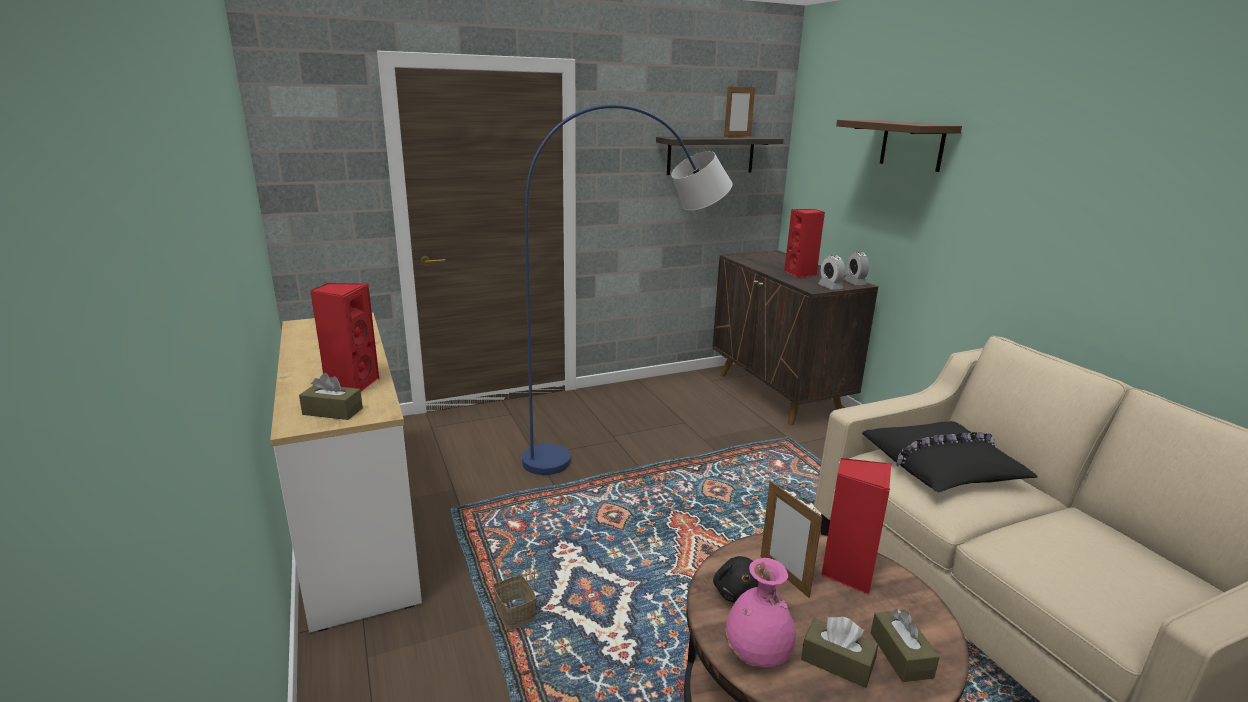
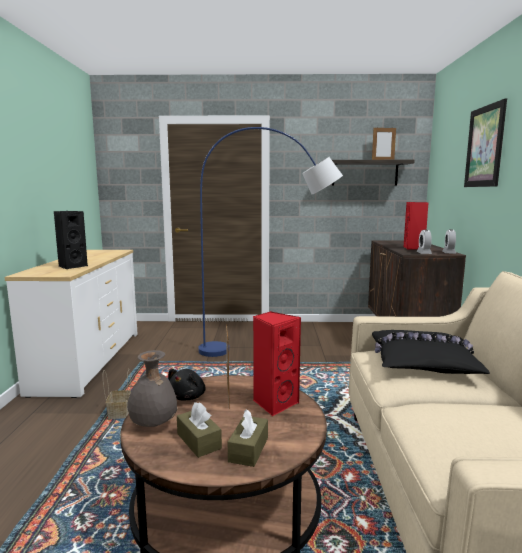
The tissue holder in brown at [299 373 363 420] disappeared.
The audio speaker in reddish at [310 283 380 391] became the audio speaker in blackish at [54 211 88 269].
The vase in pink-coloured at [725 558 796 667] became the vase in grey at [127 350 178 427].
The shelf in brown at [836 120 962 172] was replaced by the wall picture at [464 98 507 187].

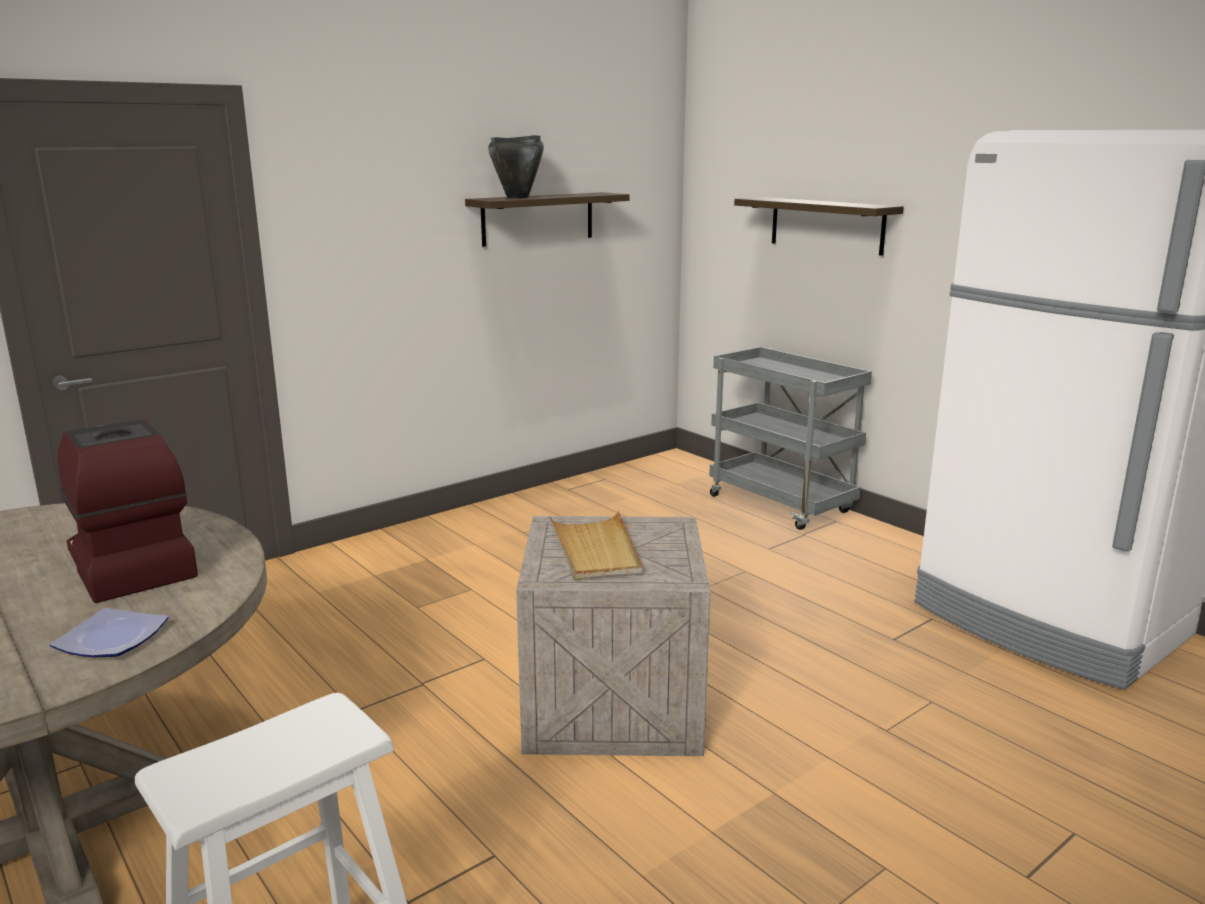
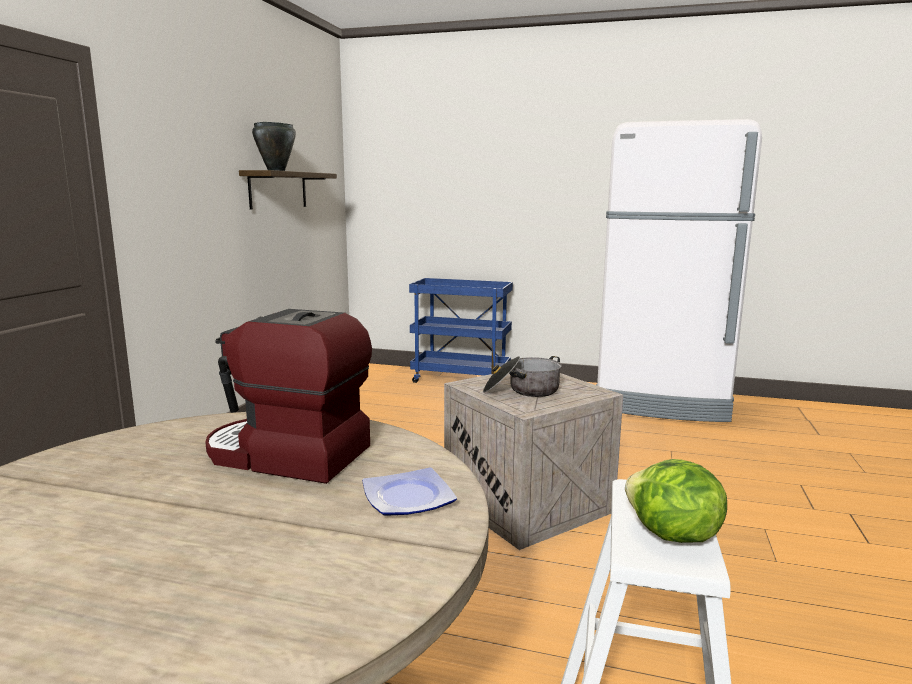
The tray in beige at [549 511 642 580] was replaced by the cooking pot at [483 356 562 397].
The wheeled cart in grey at [709 347 872 530] became the wheeled cart in blue-coloured at [409 278 513 383].
The shelf at [734 197 904 256] disappeared.
The lettuce head at [625 459 727 543] appeared.

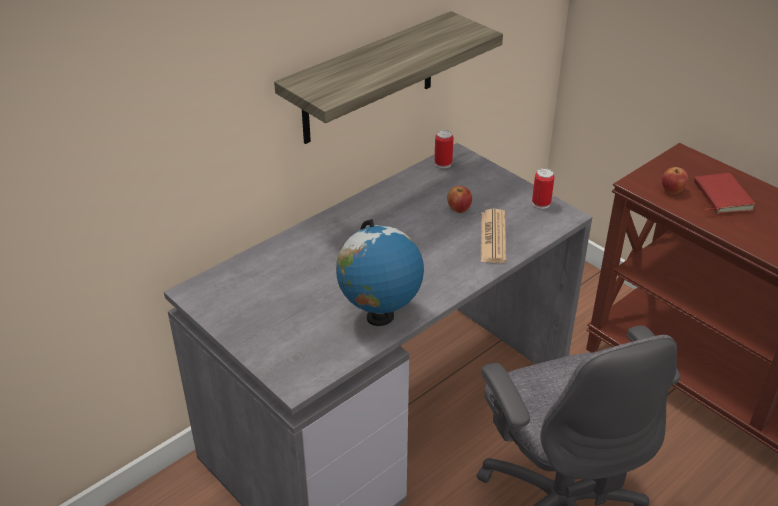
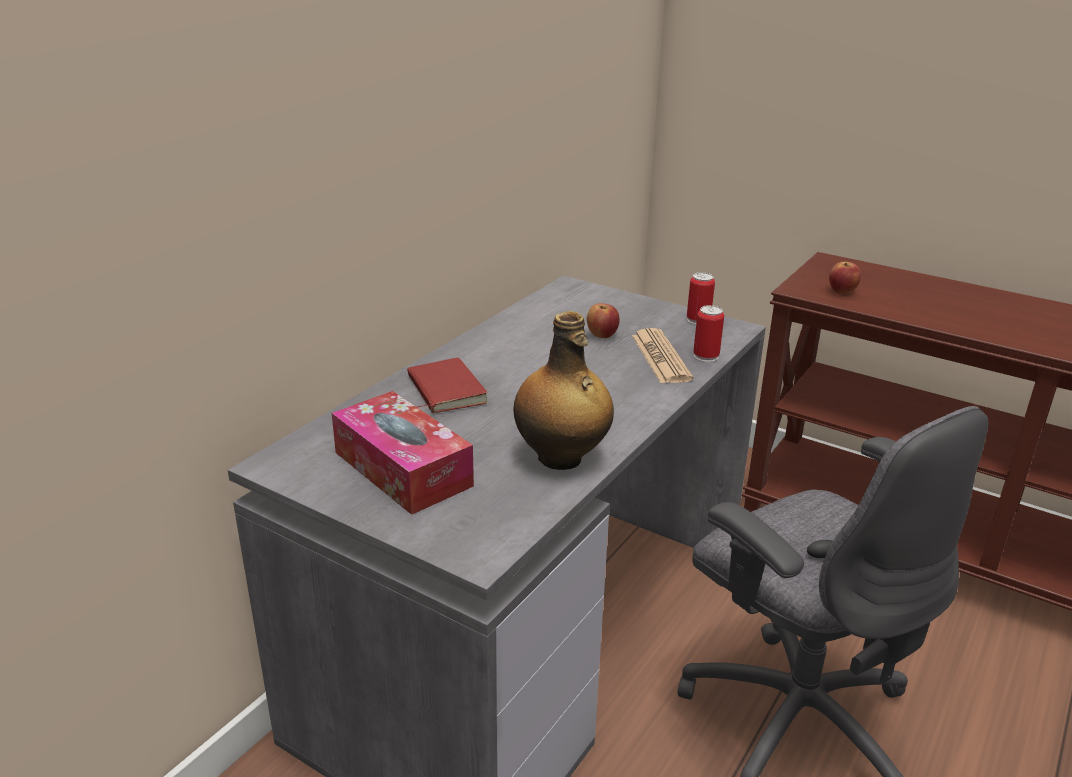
The shelf at [274 11 503 144] disappeared.
The world globe at [336 219 424 326] was replaced by the drink bottle at [514 311 614 470].
The metal can moved from [434 130 453 168] to [693 305 724 362].
The volume in reddish moved from [694 173 755 214] to [407 358 488 413].
The tissue holder at [332 391 474 515] appeared.

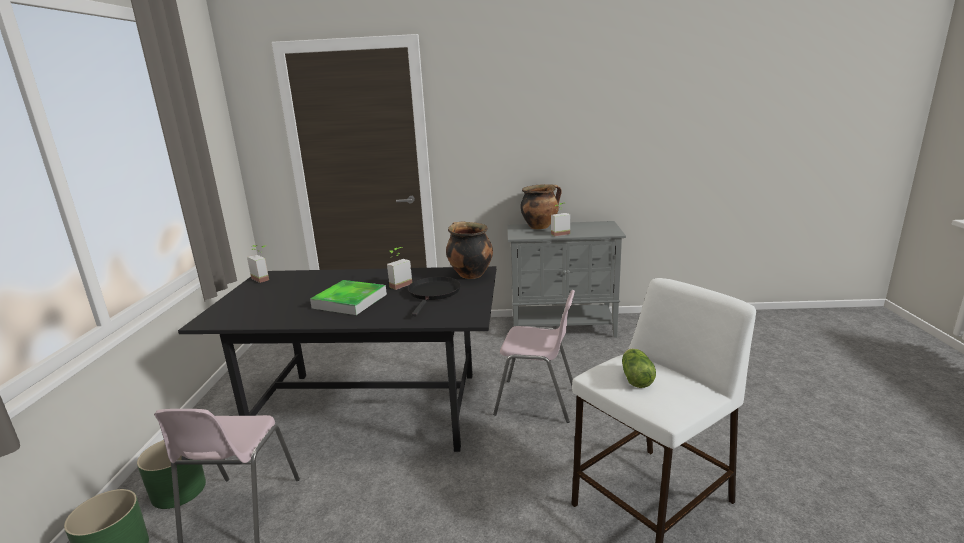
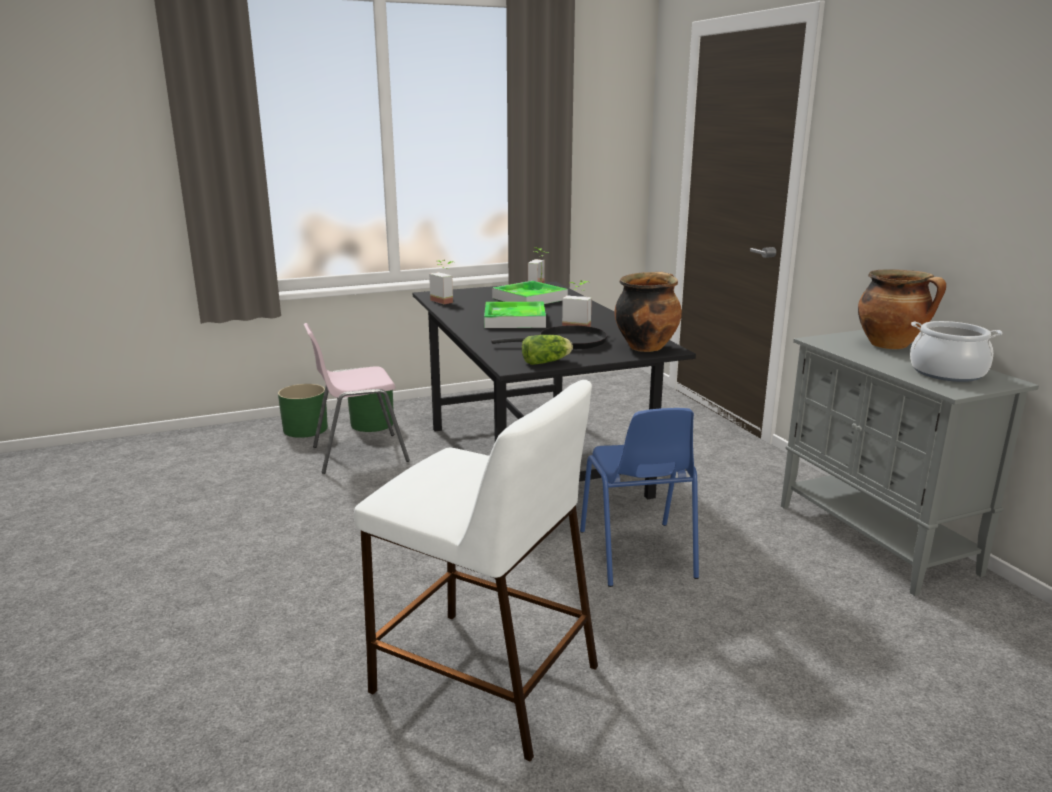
The chair in pink-coloured at [493 290 575 423] became the chair in blue-coloured at [580 408 699 587].
The plant in a pot moved from [551 203 570 236] to [429 260 454 304].
The lettuce head moved from [622 349 656 388] to [522 335 573 365].
The tray at [492 281 568 304] appeared.
The cooking pot at [910 321 1003 382] appeared.

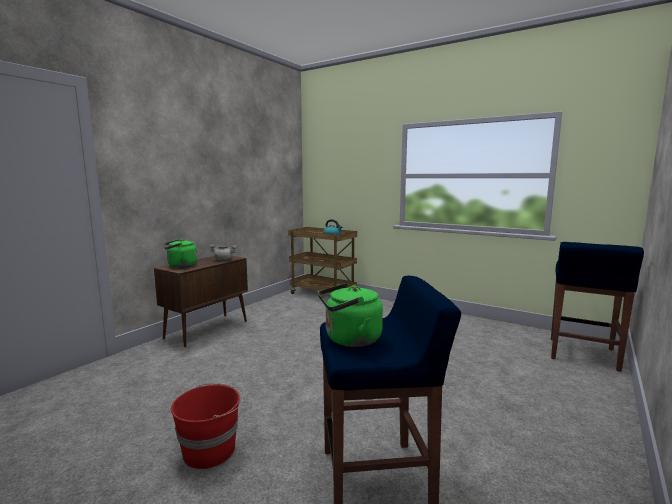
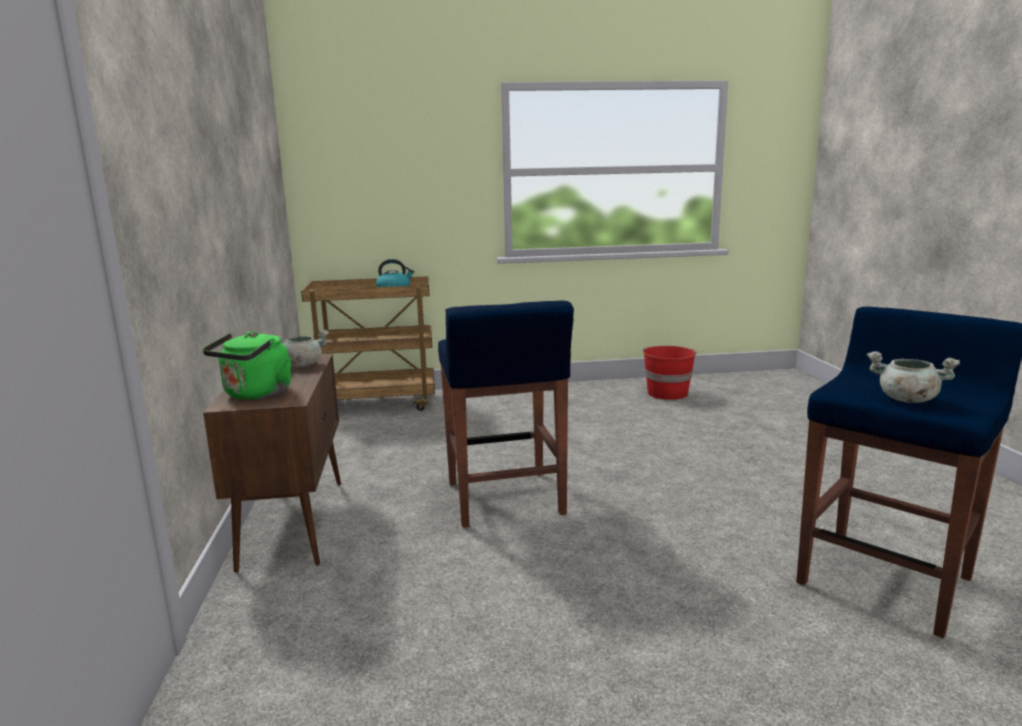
The water bucket in reddish moved from [171 383 243 469] to [643 346 697 400].
The kettle in green at [318 283 383 347] was replaced by the cooking pot in grey at [867 351 960 403].
The stool seat in blue-coloured moved from [551 242 644 372] to [438 301 574 528].

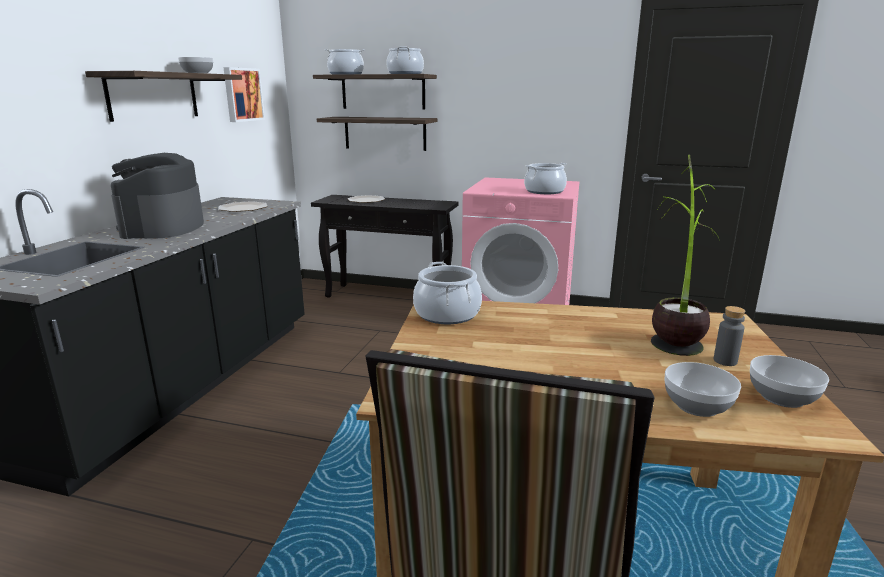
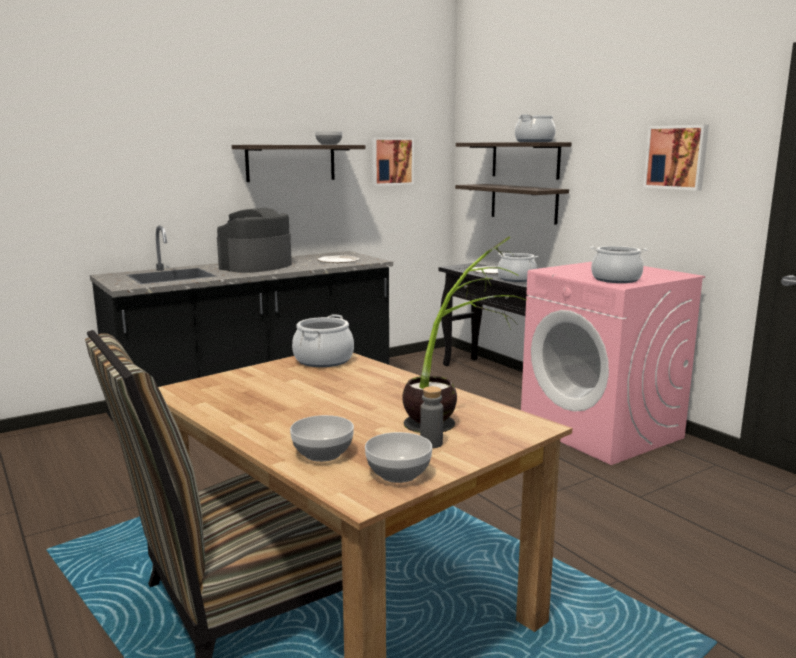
The cooking pot moved from [324 49 365 75] to [498 252 538 282].
The wall picture at [643 125 709 191] appeared.

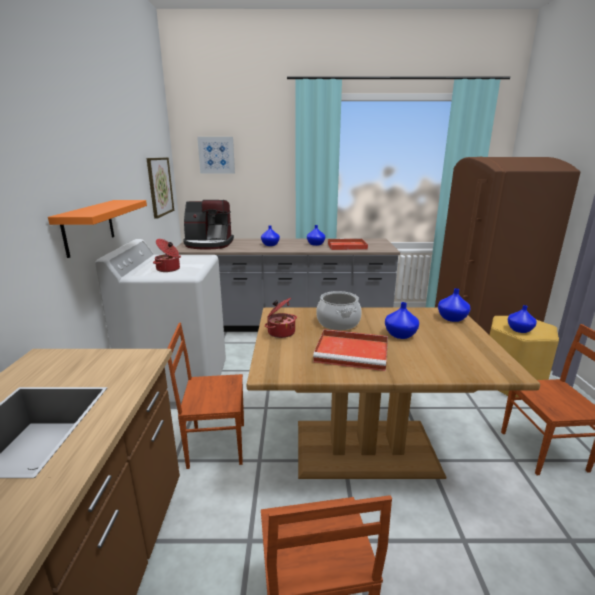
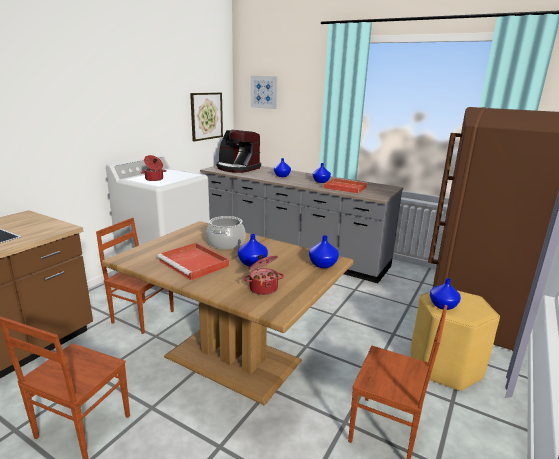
The shelf in orange at [48 200 147 258] disappeared.
The cooking pot moved from [265 298 297 338] to [243 255 284 295].

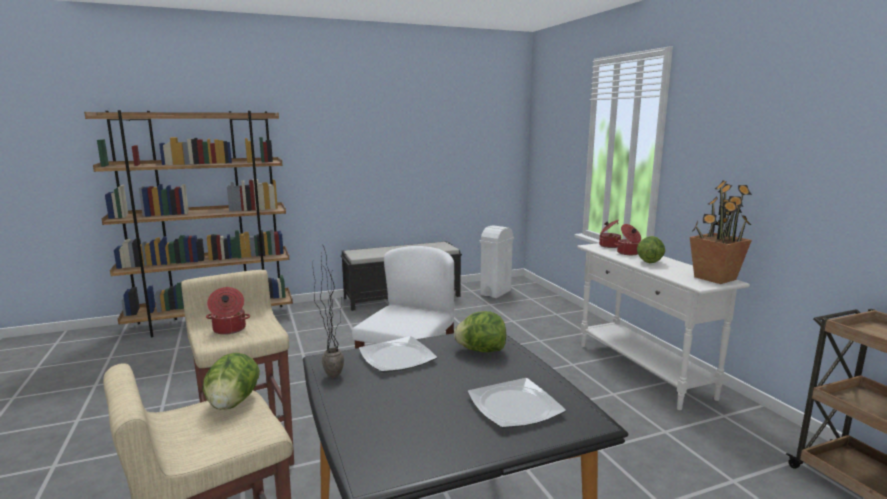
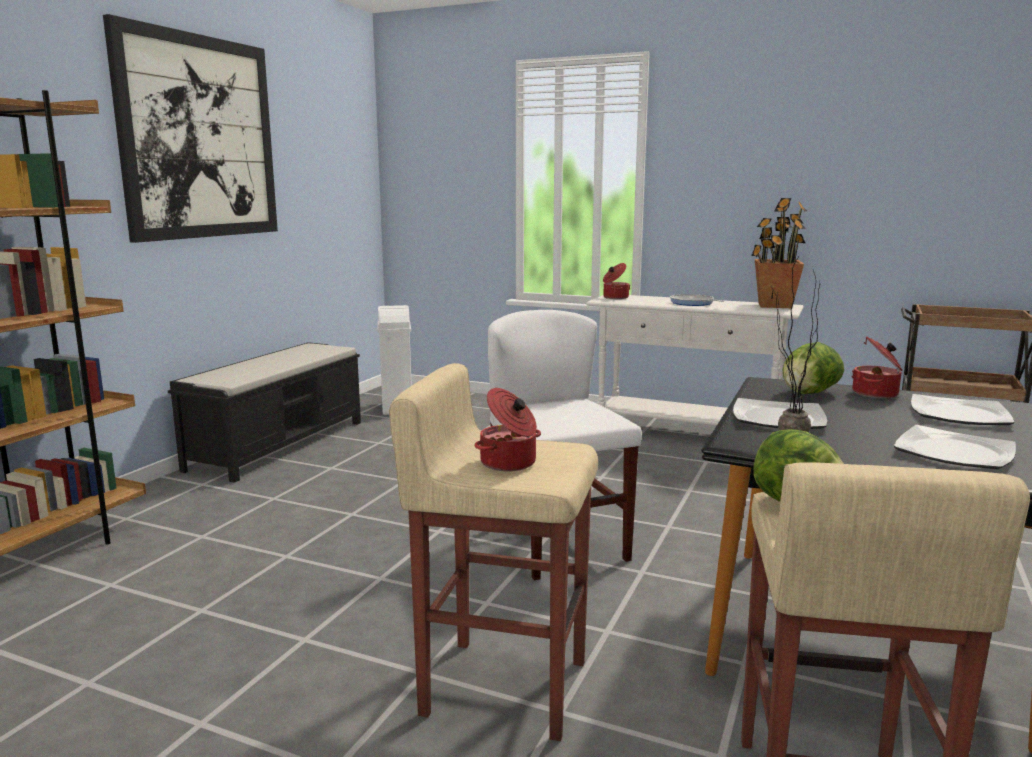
The cooking pot moved from [614 224 641 255] to [851 336 902 399].
The lettuce head at [637 236 665 263] was replaced by the skillet at [670 294 724 306].
The wall picture at [103 14 278 243] appeared.
The plate at [894 425 1016 469] appeared.

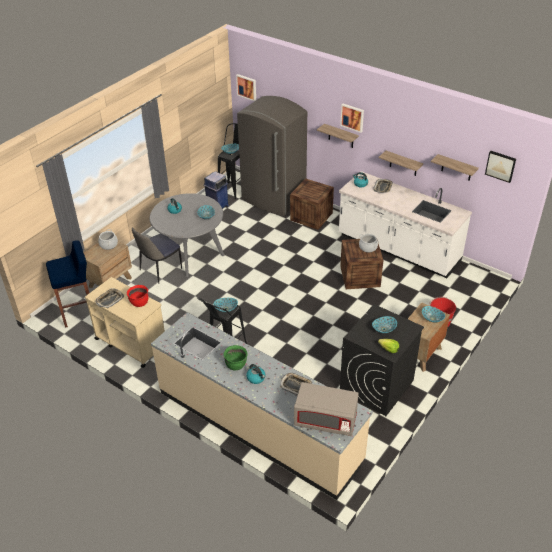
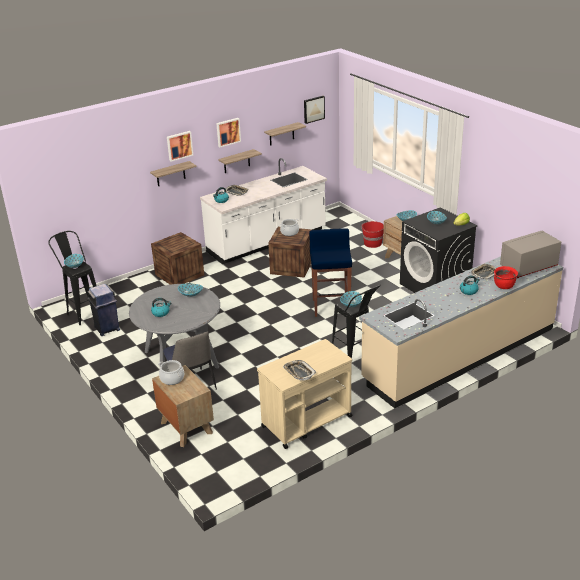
The stool seat in blue-coloured moved from [46 240 89 328] to [309 229 352 317].
The cooking pot in reddish moved from [127 285 148 307] to [494 266 518 289].
The cooking pot in green at [224 345 248 370] disappeared.
The wall picture moved from [236 74 256 101] to [216 118 241 147].
The fridge in grey at [237 96 307 216] disappeared.
The microwave in grey at [294 382 359 436] turned 150 degrees counterclockwise.

